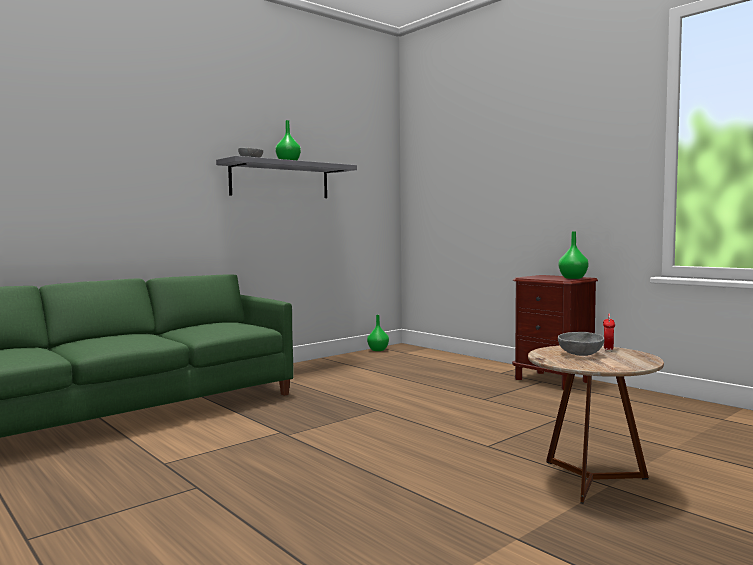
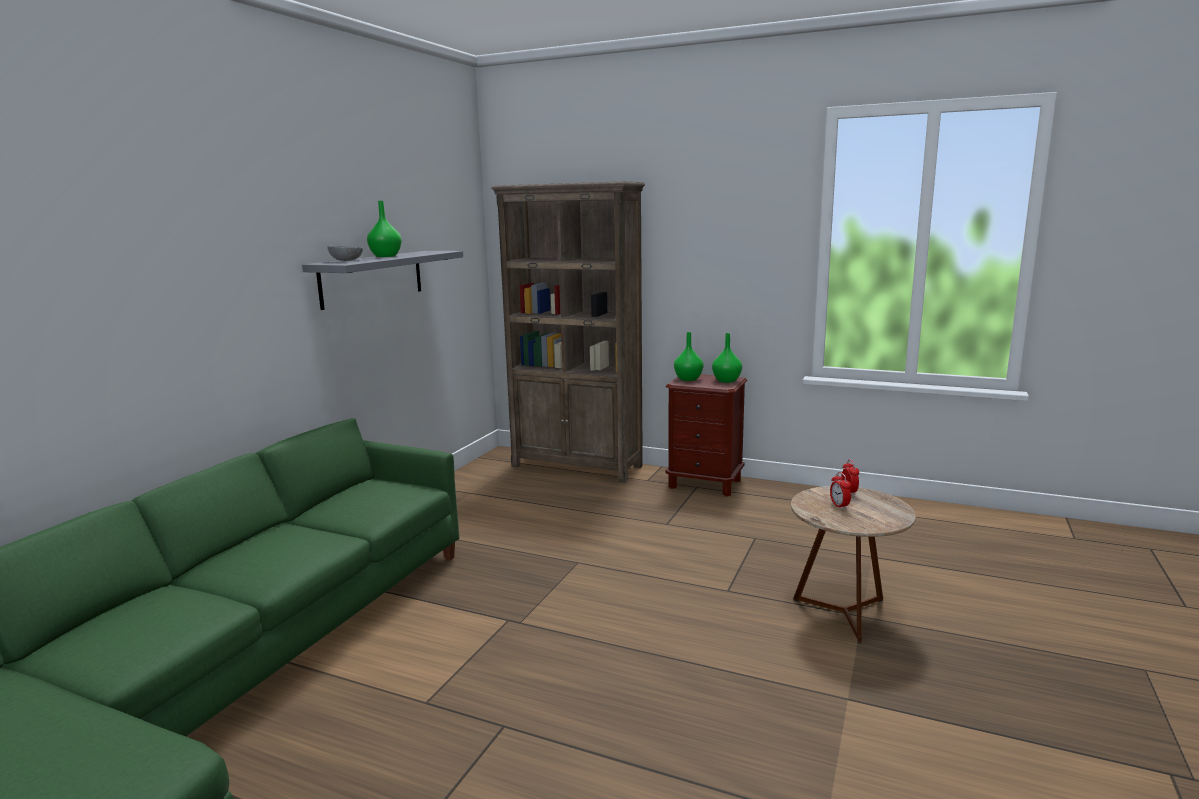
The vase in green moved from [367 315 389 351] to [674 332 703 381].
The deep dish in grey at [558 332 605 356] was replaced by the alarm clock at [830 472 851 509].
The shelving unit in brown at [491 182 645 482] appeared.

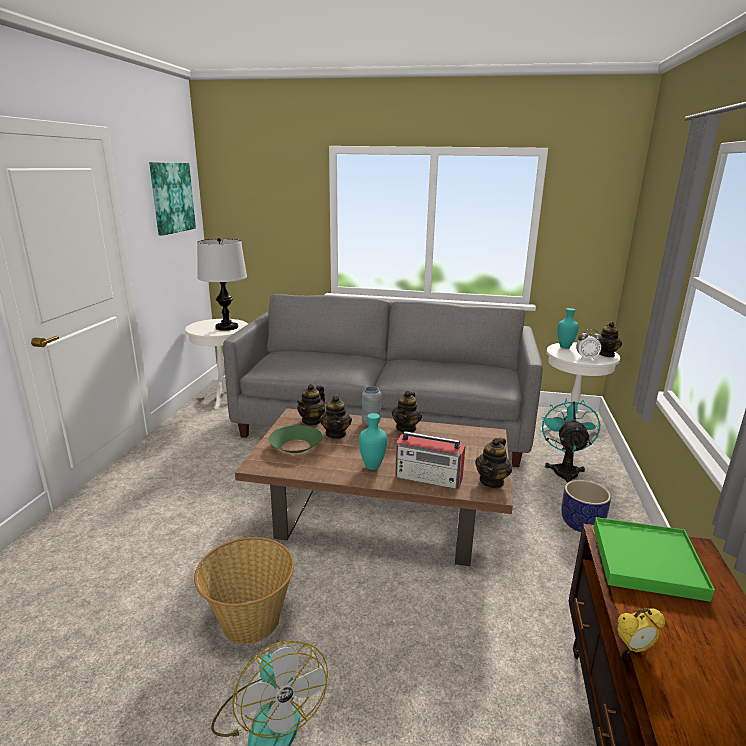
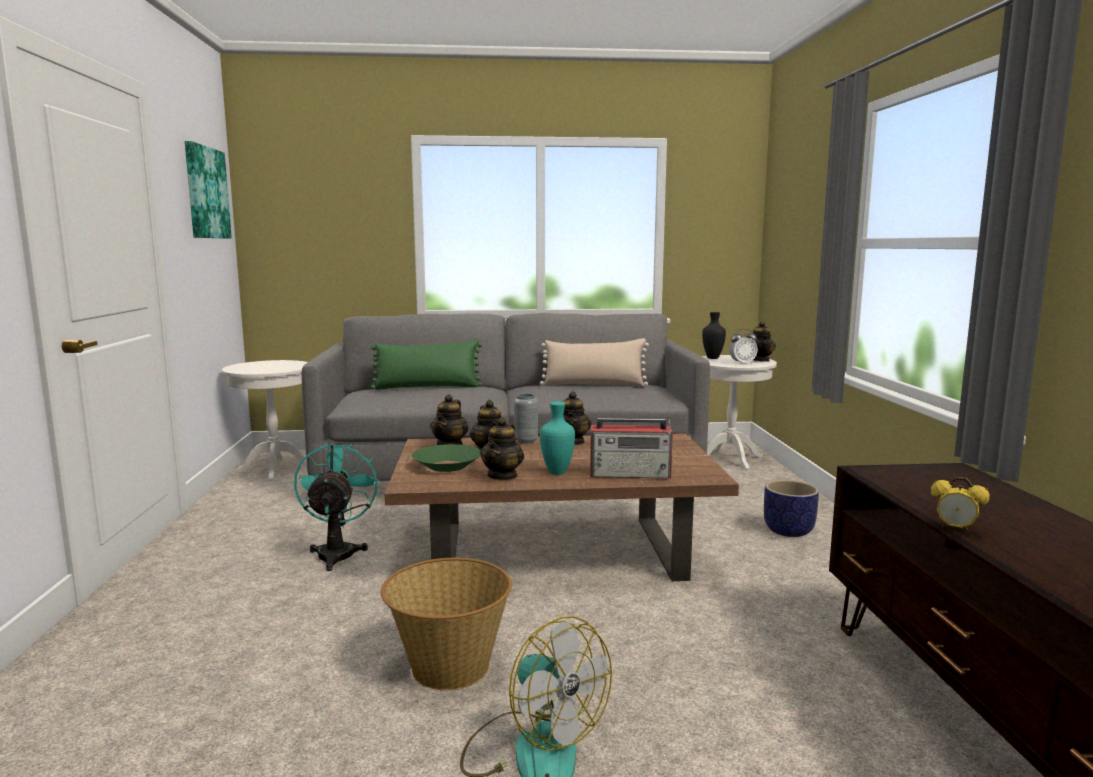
The lamp for a table at [197 238 247 331] disappeared.
The tea pot moved from [475 438 512 489] to [480 417 524 481].
The electric fan in blue-green moved from [542 398 600 483] to [294 442 379 571].
The vase in blue-green at [558 308 579 349] became the vase in blackish at [702 312 726 359].
The tray in green at [594 517 715 602] disappeared.
The alarm clock at [617 608 665 654] turned 60 degrees clockwise.
The pillow in green at [371 339 482 390] appeared.
The pillow in beige at [540 338 649 387] appeared.

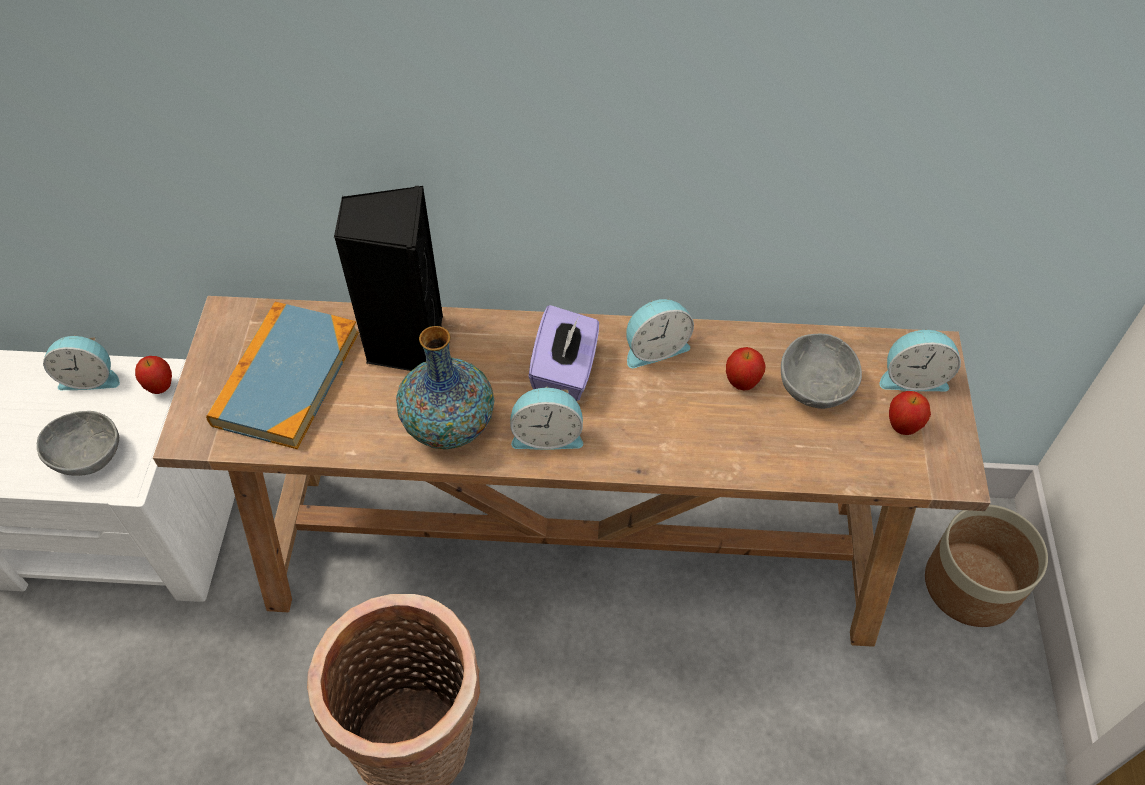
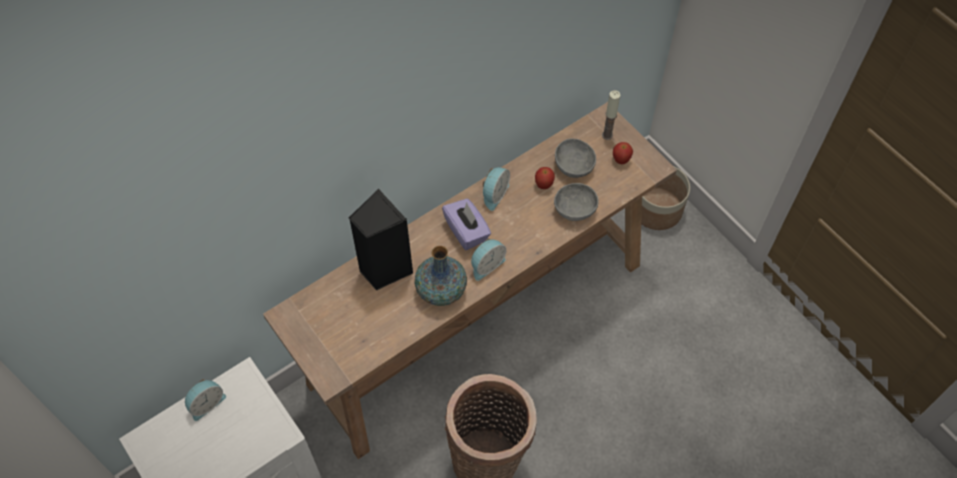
The deep dish in grey moved from [37 411 119 476] to [554 183 599 221].
The apple at [135 356 172 394] disappeared.
The volume at [206 302 359 449] disappeared.
The alarm clock at [879 329 961 392] was replaced by the candle at [602 90 620 140].

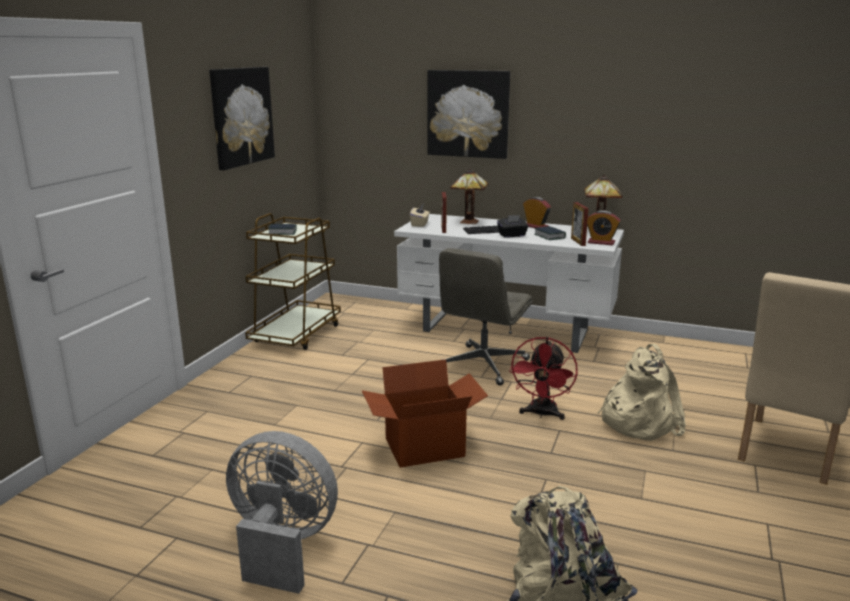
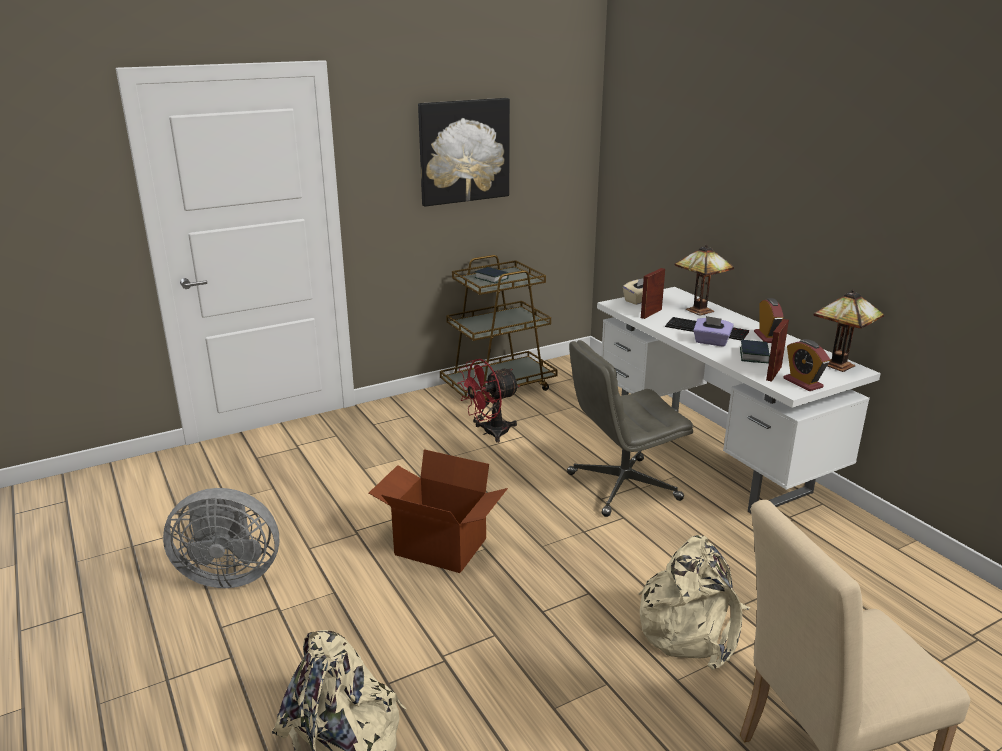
The electric fan in grey at [226 431 338 594] turned 120 degrees clockwise.
The wall picture at [427 70 510 159] disappeared.
The tissue holder in blackish at [497 215 529 238] became the tissue holder in purple-coloured at [693 316 734 347].
The electric fan in reddish moved from [509 337 578 420] to [457 359 520 443].

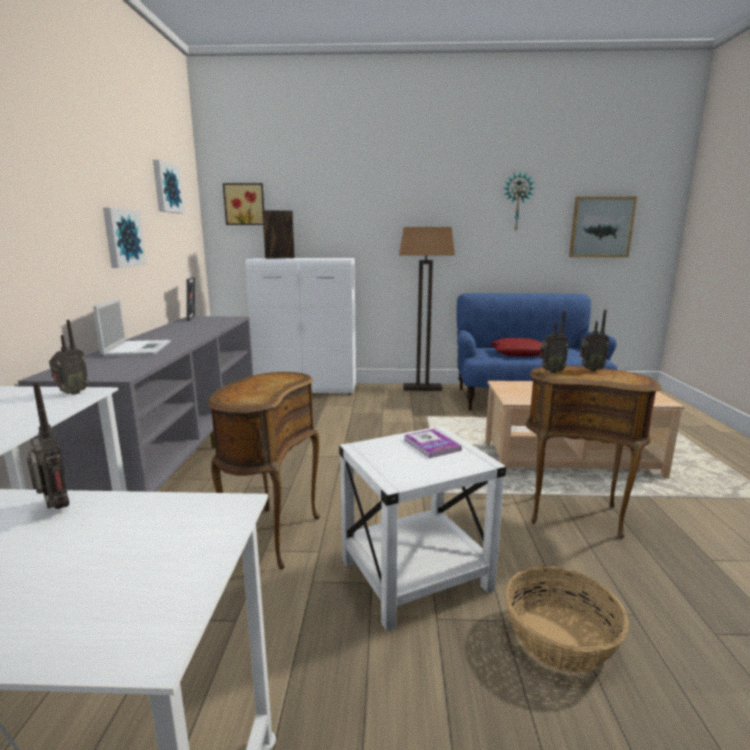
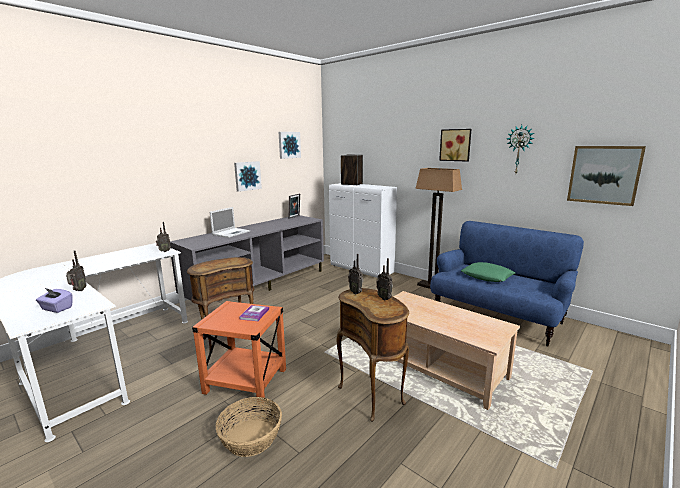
The wall picture moved from [223 183 264 225] to [439 129 472 162].
The end table in whitish at [339 426 506 631] became the end table in orange at [192 301 286 404].
The pillow in reddish at [490 338 542 356] became the pillow in green at [461 262 515 282].
The tissue holder in purple-coloured at [36 288 73 313] appeared.

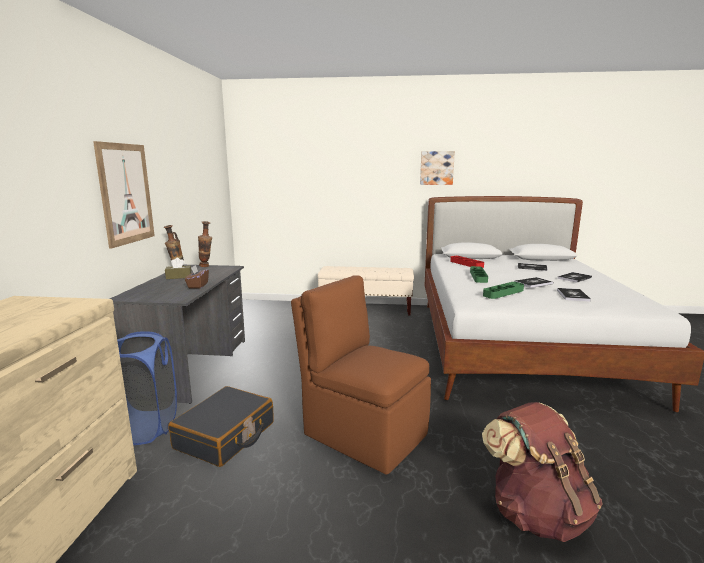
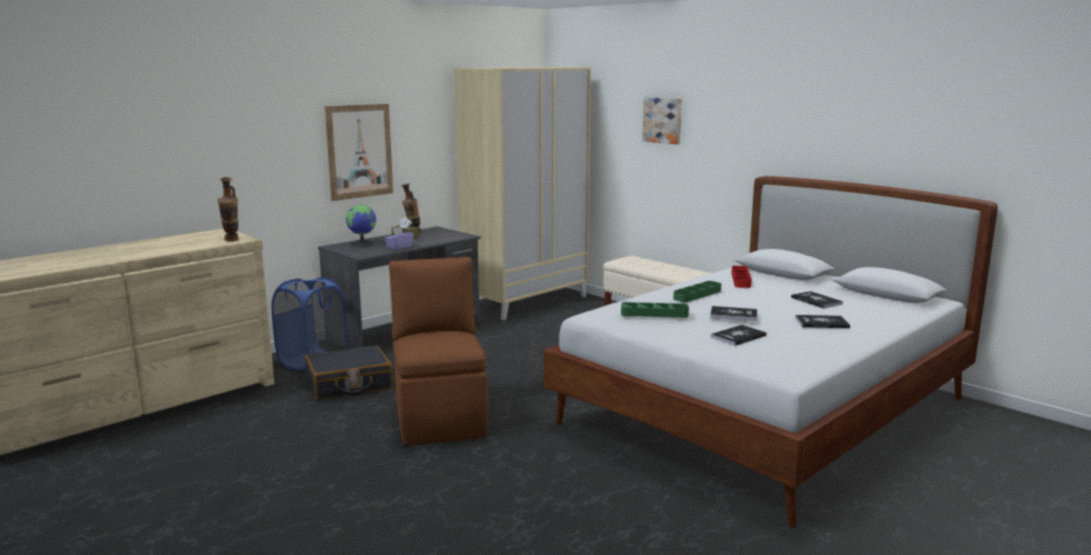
The tissue holder in brown at [185 265 209 288] became the tissue holder in purple-coloured at [384 227 414 250].
The vase moved from [198 221 212 267] to [218 177 239 242].
The wall picture moved from [420 151 455 185] to [642 97 682 144].
The knapsack in brown at [482 402 603 542] disappeared.
The world globe at [346 204 376 247] appeared.
The wardrobe in beige at [454 67 591 320] appeared.

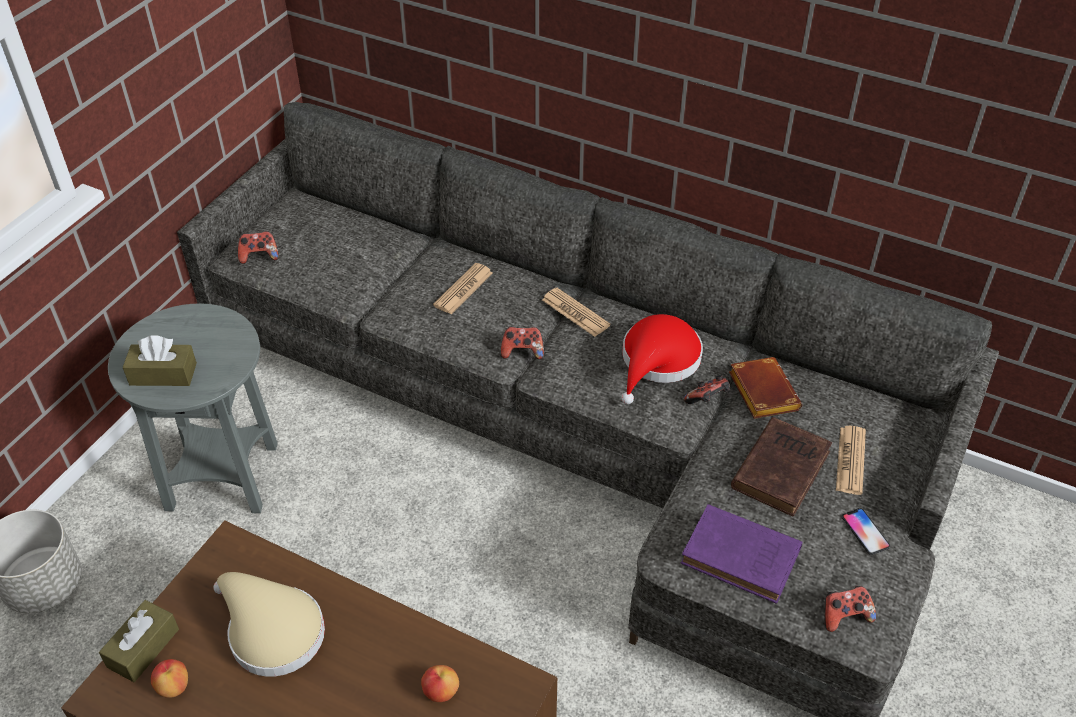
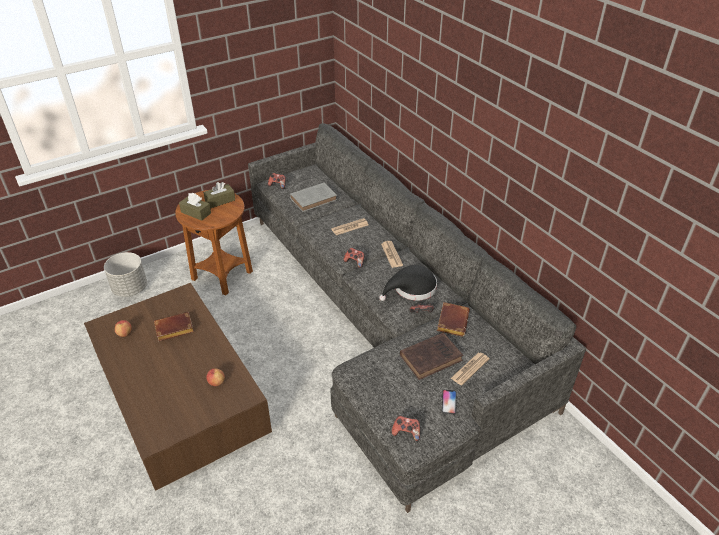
The tissue holder in brown moved from [99 600 179 682] to [203 182 235 208].
The end table in grey at [108 303 278 513] became the end table in brown at [175 190 253 296].
The clothing hat in beige at [213 572 325 677] was replaced by the volume in brown at [154 312 194 341].
The clothing hat in reddish at [621 314 703 404] became the clothing hat in blackish at [379 265 437 301].
The volume in purple-coloured at [681 504 802 604] disappeared.
The volume in grey at [290 183 337 212] appeared.

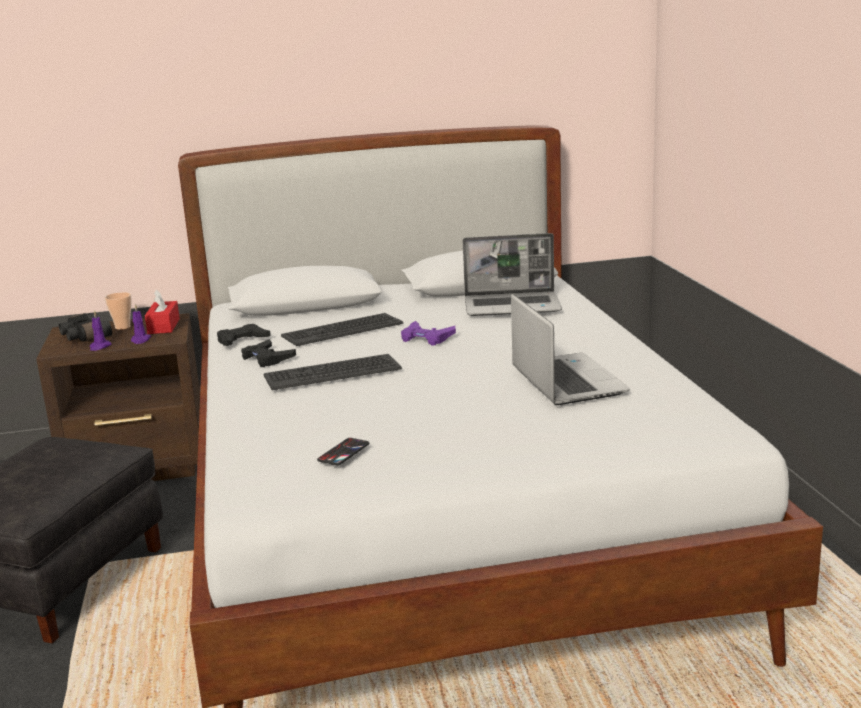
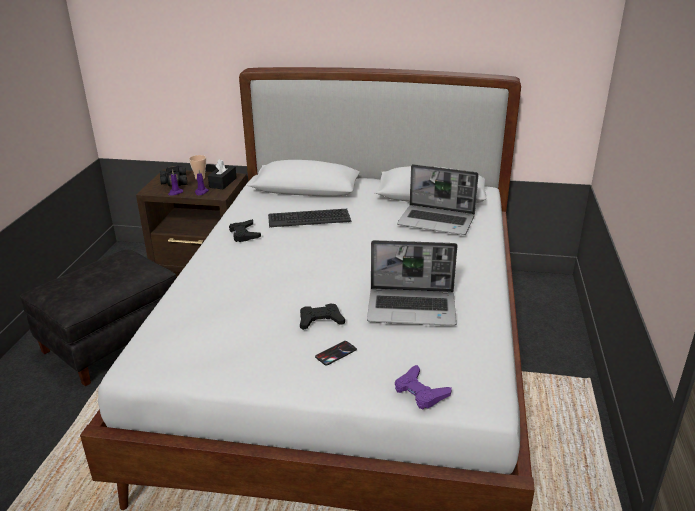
The tissue holder in reddish at [145 290 180 334] became the tissue holder in blackish at [208 159 237 189].
The game controller in blackish moved from [217 324 271 346] to [300 303 345 330].
The computer keyboard at [263 354 402 390] disappeared.
The telephone moved from [317 438 369 465] to [315 341 357 366].
The game controller in purple-coloured moved from [401 321 456 345] to [395 365 452 409].
The portable computer at [511 294 630 405] turned 90 degrees clockwise.

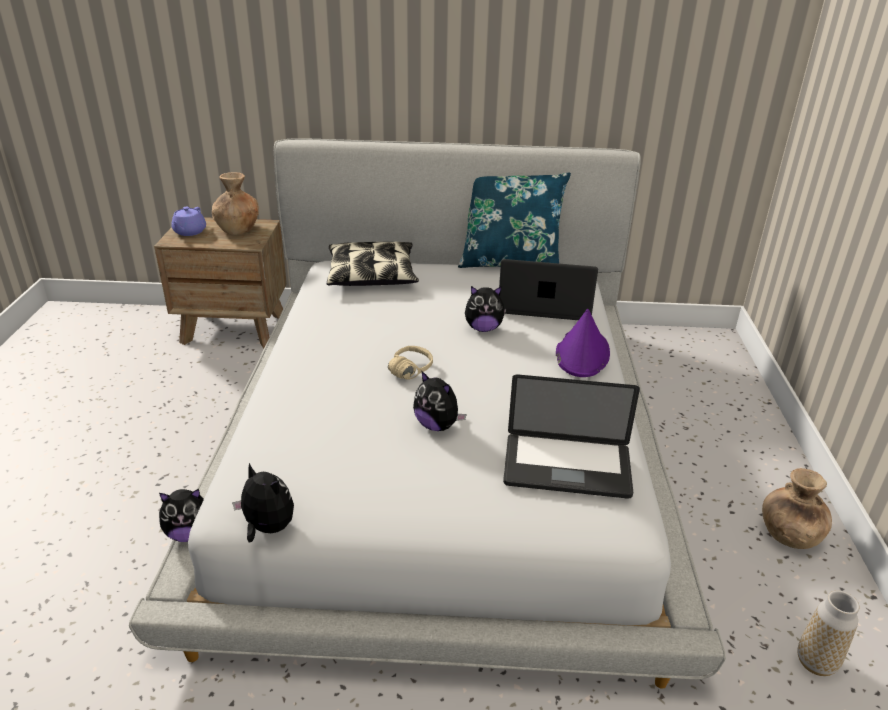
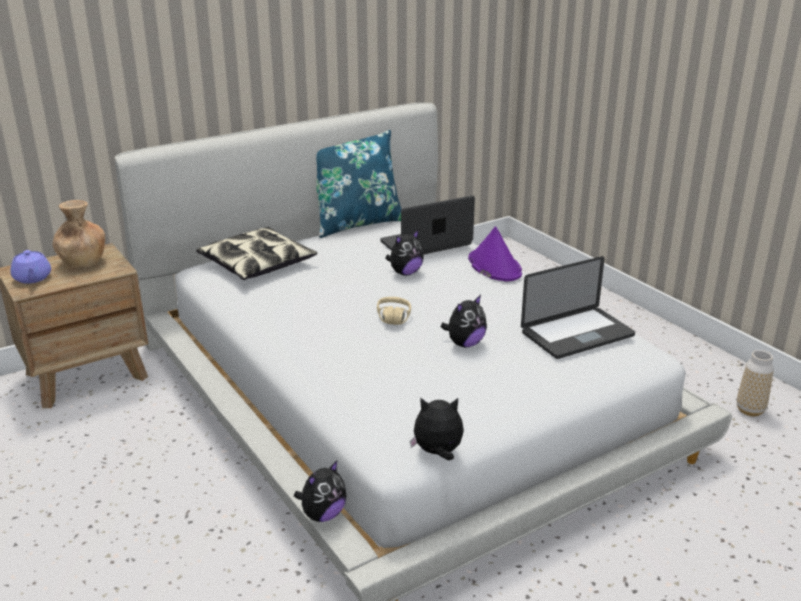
The plush toy at [413 371 467 431] turned 45 degrees counterclockwise.
The vase in brown at [762 468 832 549] disappeared.

